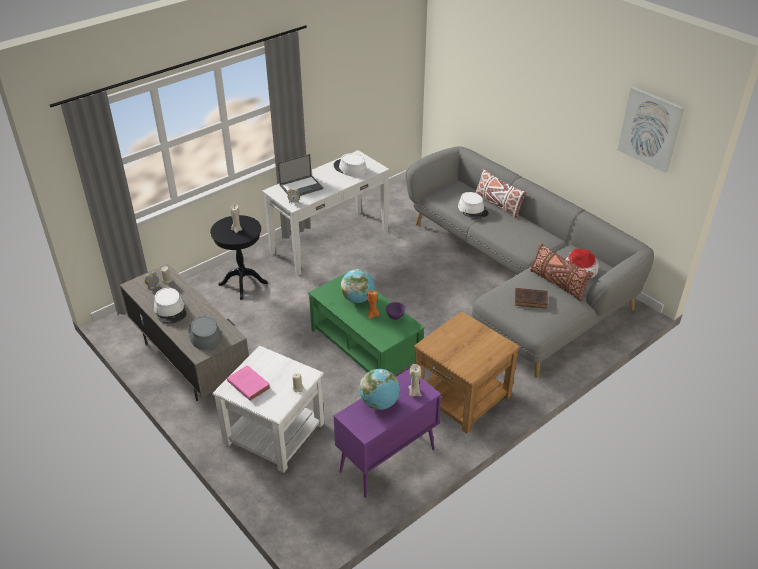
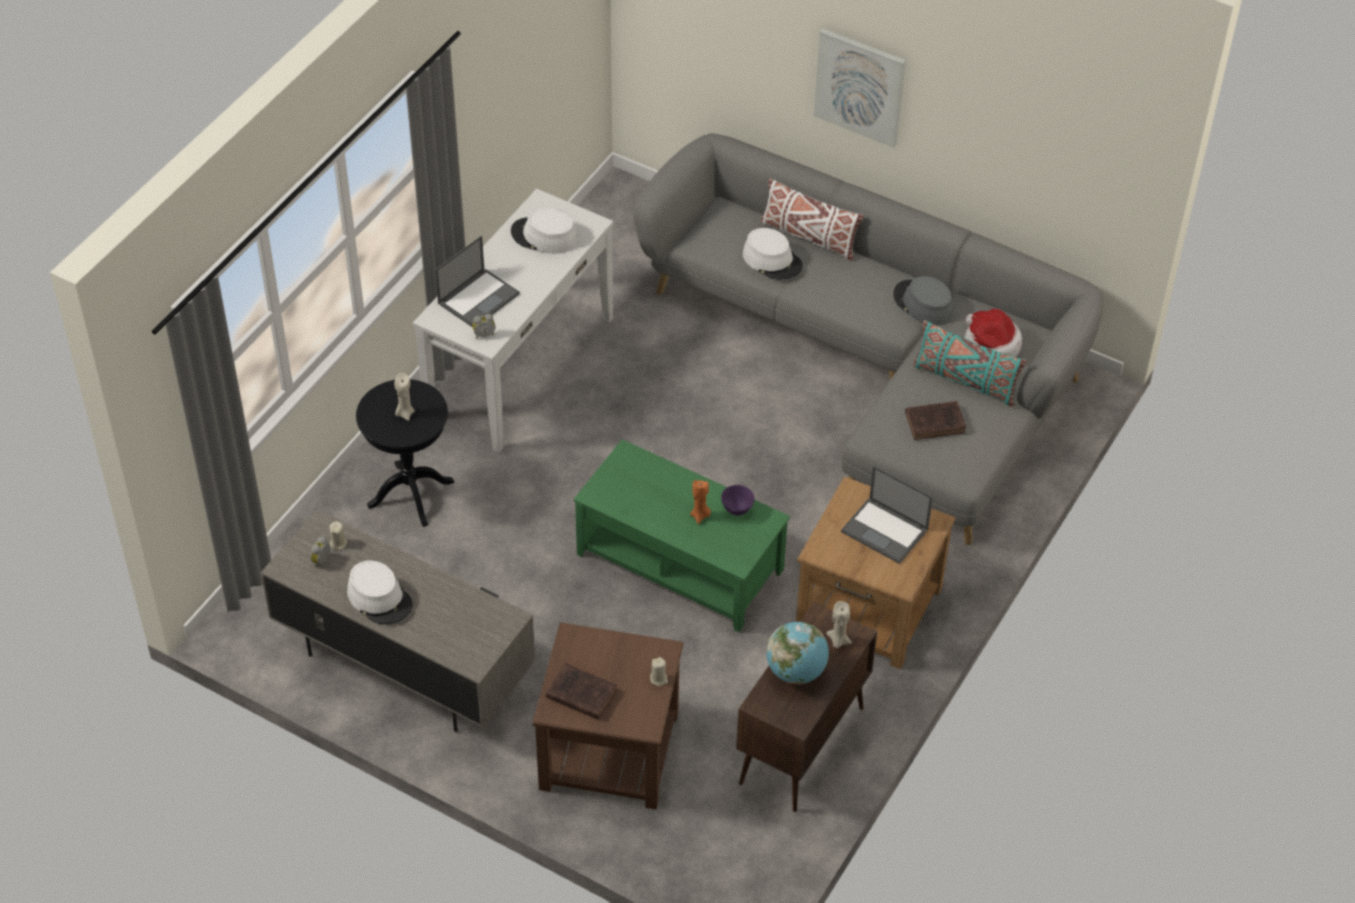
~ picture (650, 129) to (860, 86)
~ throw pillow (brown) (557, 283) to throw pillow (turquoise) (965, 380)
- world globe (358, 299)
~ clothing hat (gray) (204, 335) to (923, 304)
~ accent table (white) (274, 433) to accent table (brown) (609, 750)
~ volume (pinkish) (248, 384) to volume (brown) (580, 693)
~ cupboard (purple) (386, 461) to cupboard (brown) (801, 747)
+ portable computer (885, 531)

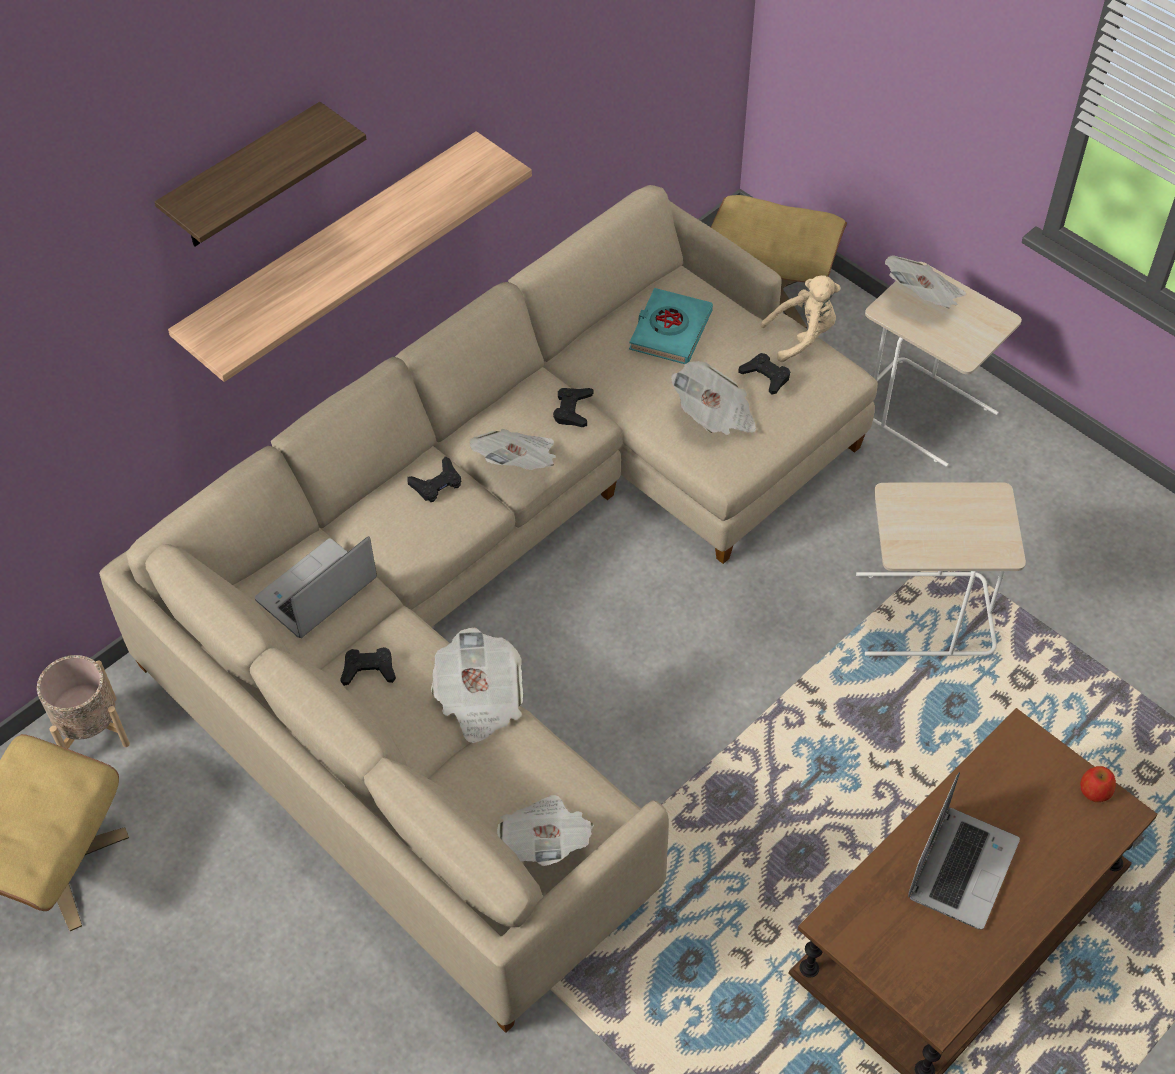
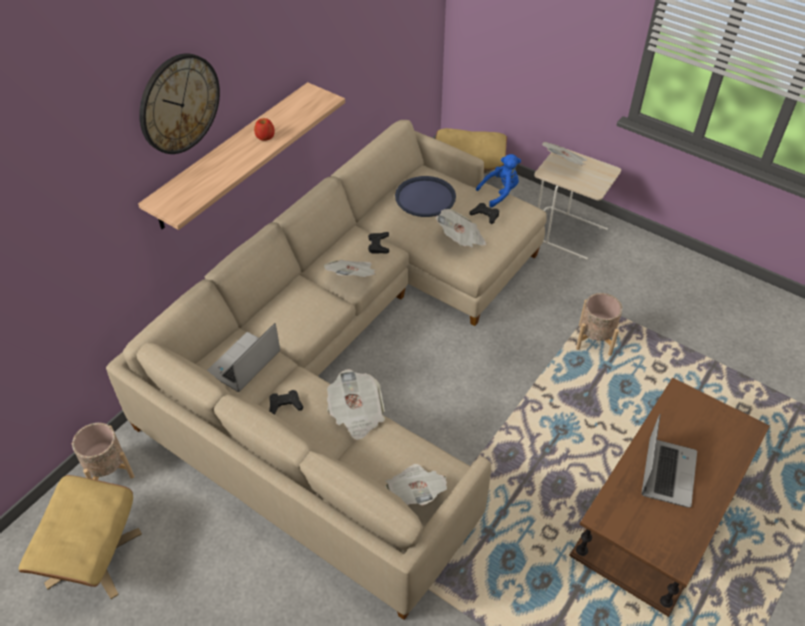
~ bracket shelf (245, 180) to clock on the wall (179, 103)
~ cuddly toy (sand-coloured) (802, 336) to cuddly toy (bluish) (500, 193)
~ volume (turquoise) (670, 331) to tray (bluish) (425, 197)
- gamepad (blackish) (437, 484)
~ accent table (sand-coloured) (923, 616) to planter (sand-coloured) (595, 340)
~ apple (1095, 790) to (265, 136)

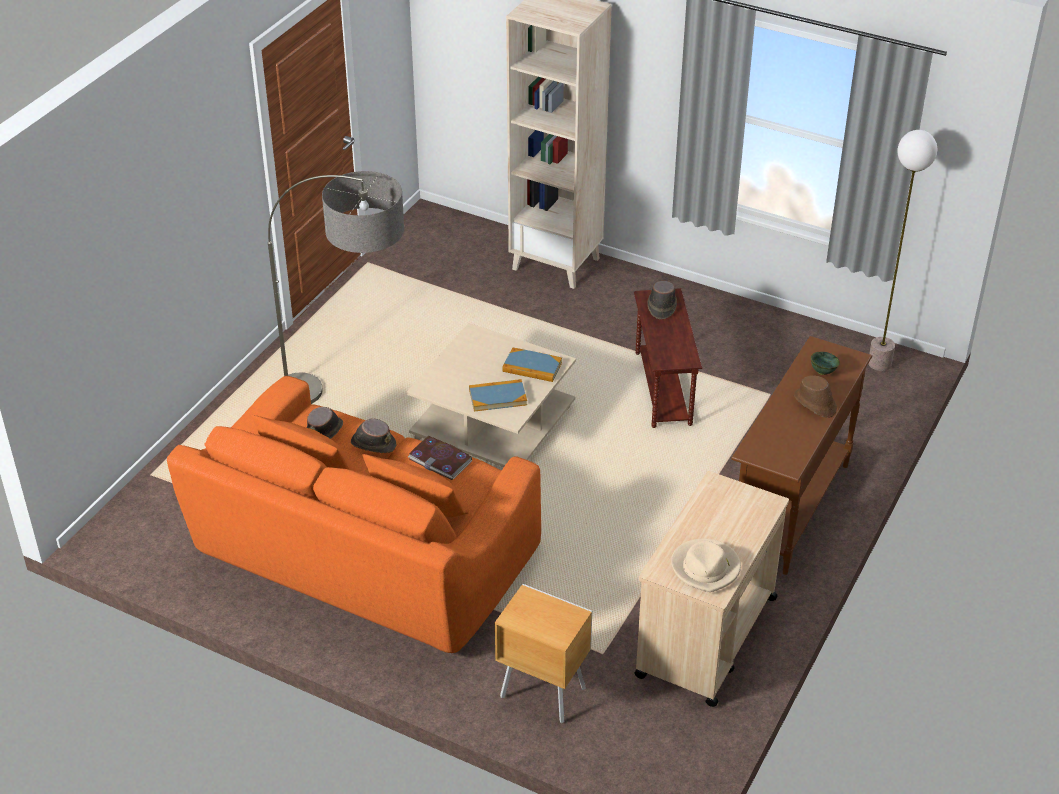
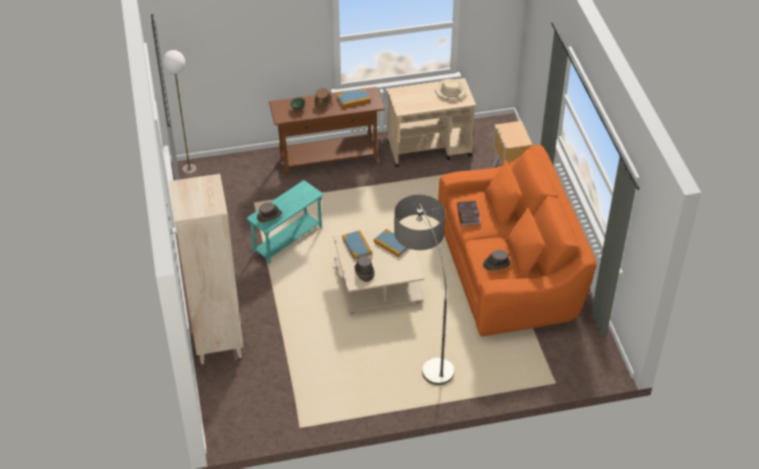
~ accent table (brown) (663, 389) to accent table (turquoise) (287, 239)
~ clothing hat (brown) (373, 443) to (364, 272)
+ volume (353, 99)

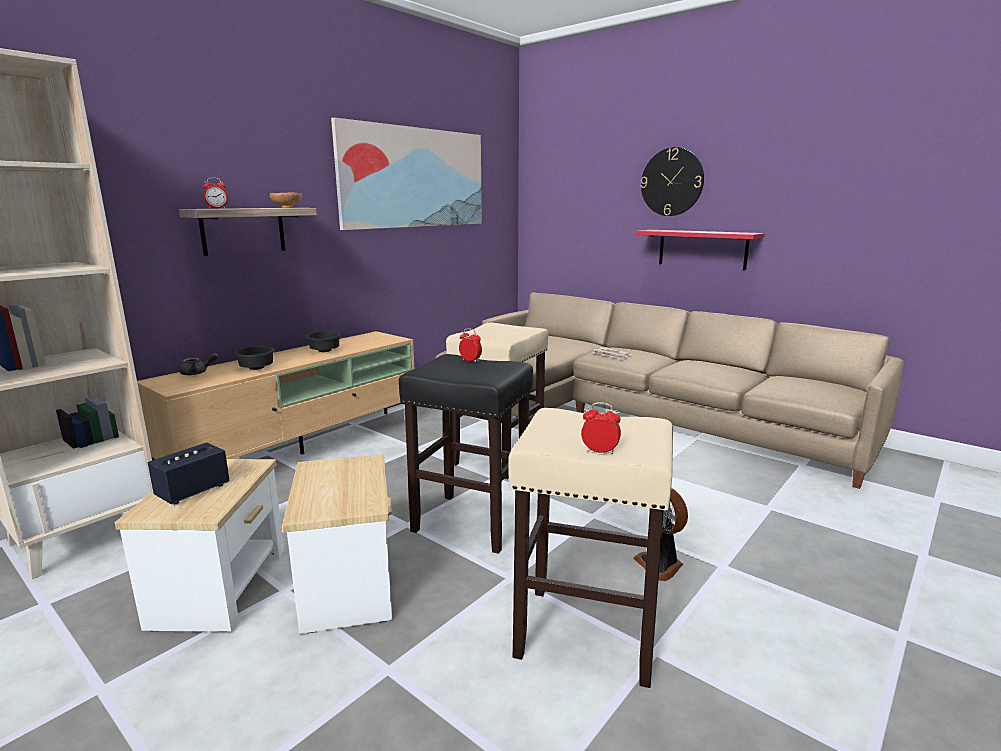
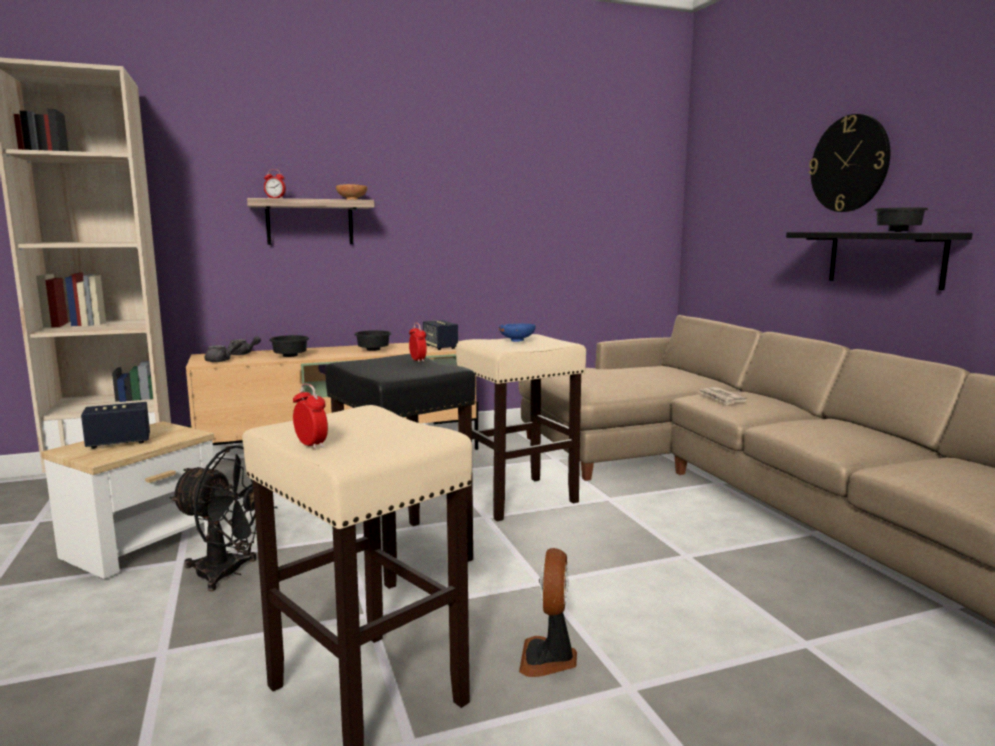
- picture (415, 178)
~ bracket shelf (reddish) (702, 249) to bracket shelf (blackish) (885, 258)
~ accent table (349, 585) to fan (blackish) (229, 573)
+ bowl (blackish) (898, 232)
+ speaker (440, 347)
+ bowl (bluish) (517, 340)
+ teapot (gray) (222, 360)

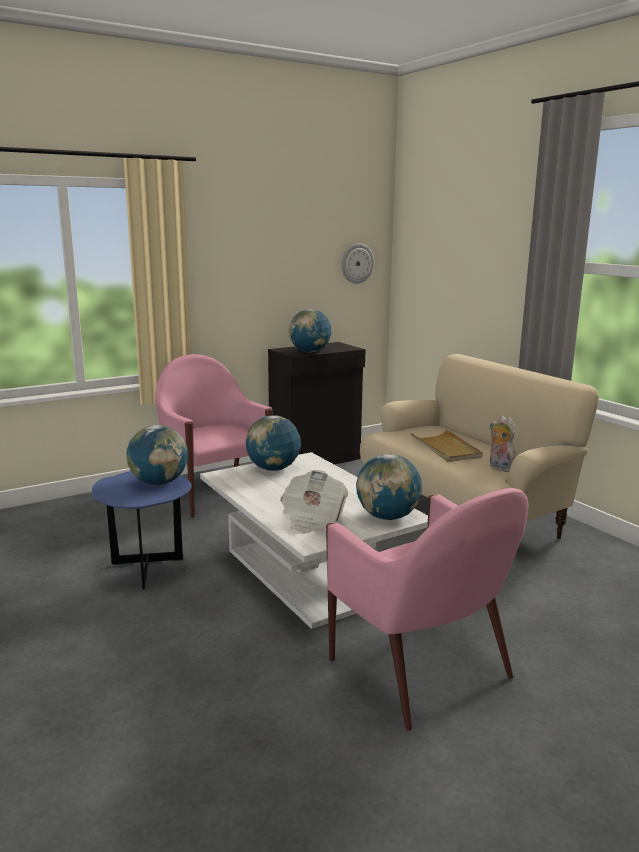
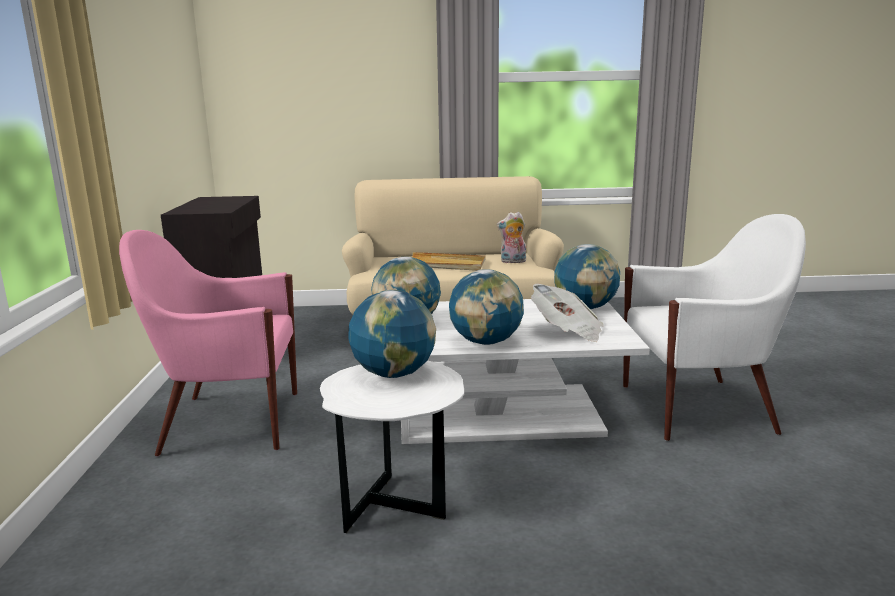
- clock on the wall (357, 263)
~ world globe (310, 352) to (486, 342)
~ accent table (bluish) (147, 572) to accent table (white) (398, 508)
~ armchair (pinkish) (421, 671) to armchair (white) (700, 409)

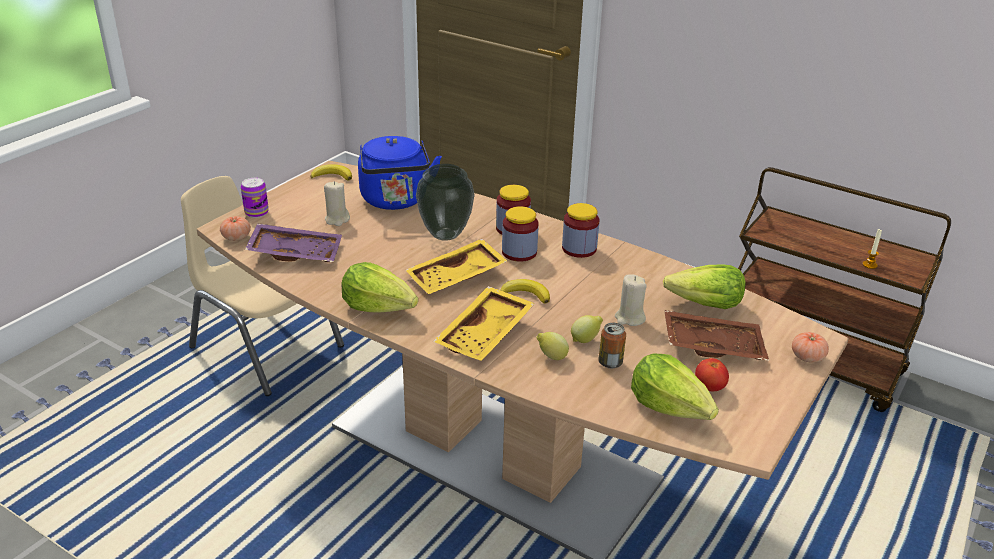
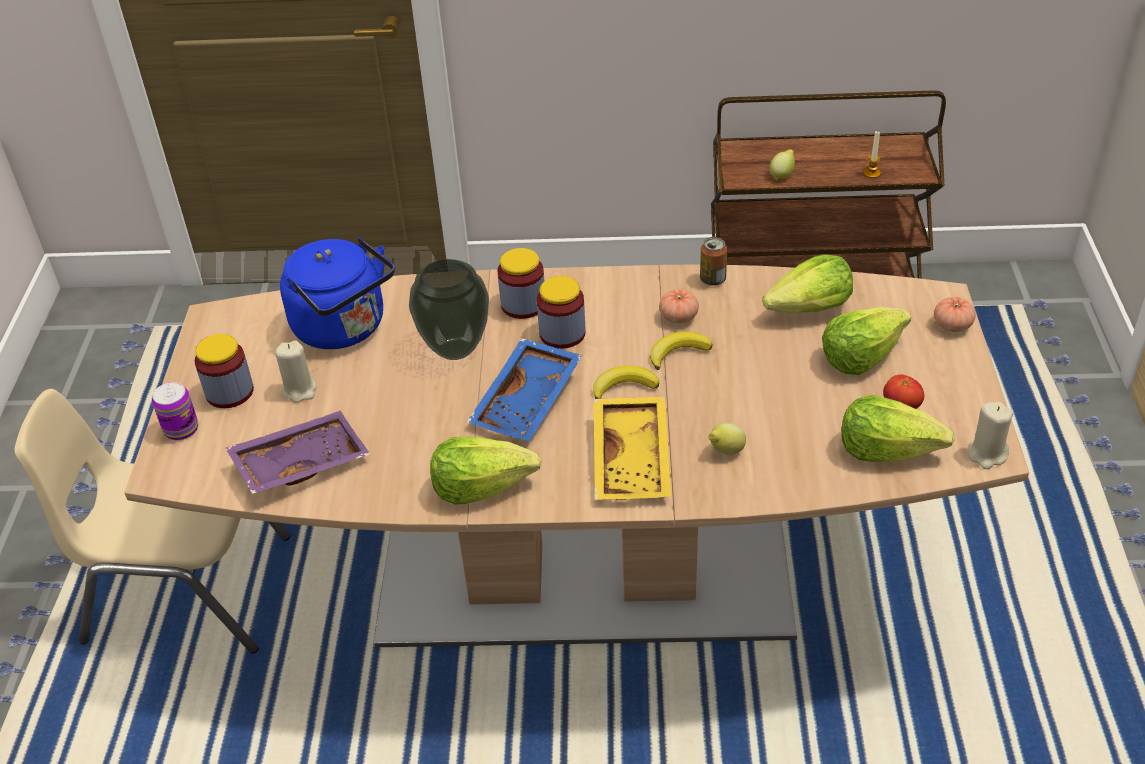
~ banana (332, 176) to (678, 352)
~ preserve jar (579, 249) to (230, 392)
~ whole tomato (236, 237) to (678, 317)
~ tray (yellow-coloured) (457, 278) to tray (bluish) (528, 402)
~ candle (sand-coloured) (629, 318) to (987, 454)
~ tray (brown) (712, 345) to lettuce (860, 355)
~ lemon (585, 340) to (782, 175)
~ sealed can (610, 363) to (712, 279)

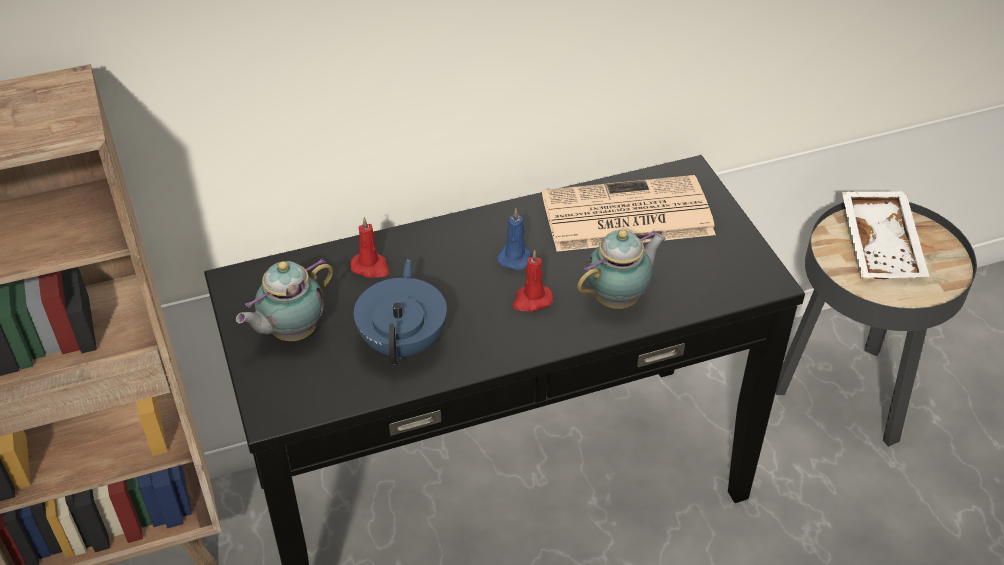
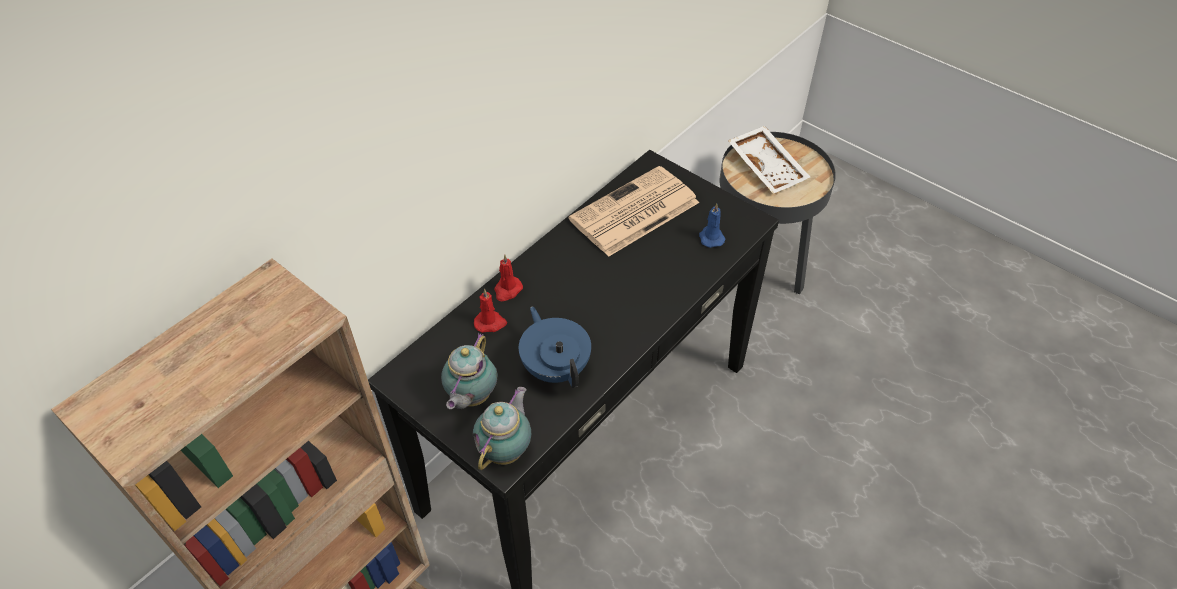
~ candle (bluish) (515, 257) to (710, 237)
~ teapot (619, 299) to (506, 449)
~ candle (reddish) (531, 300) to (507, 290)

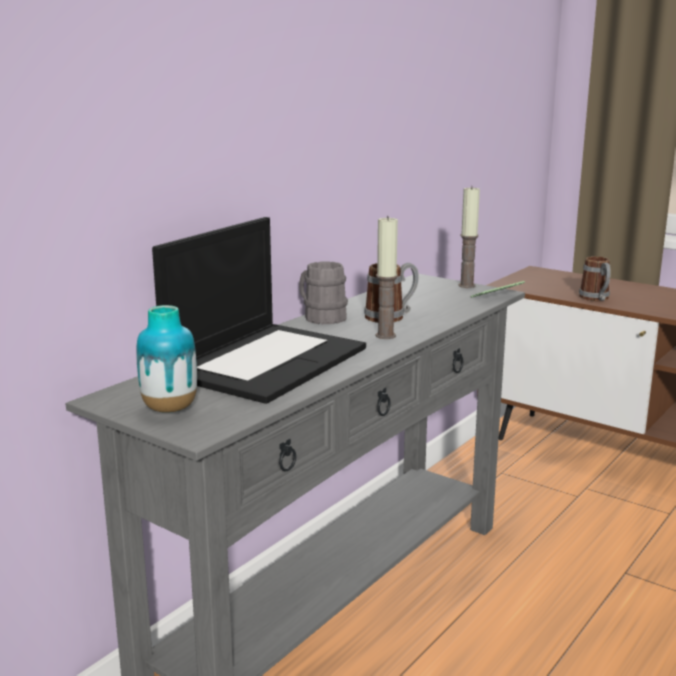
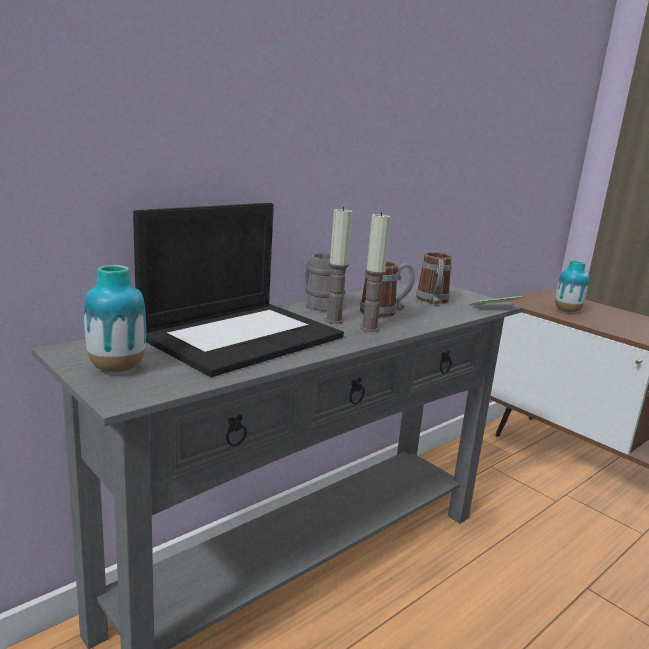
~ candle (467, 286) to (334, 320)
~ tea mug (596, 299) to (433, 301)
+ vase (567, 311)

